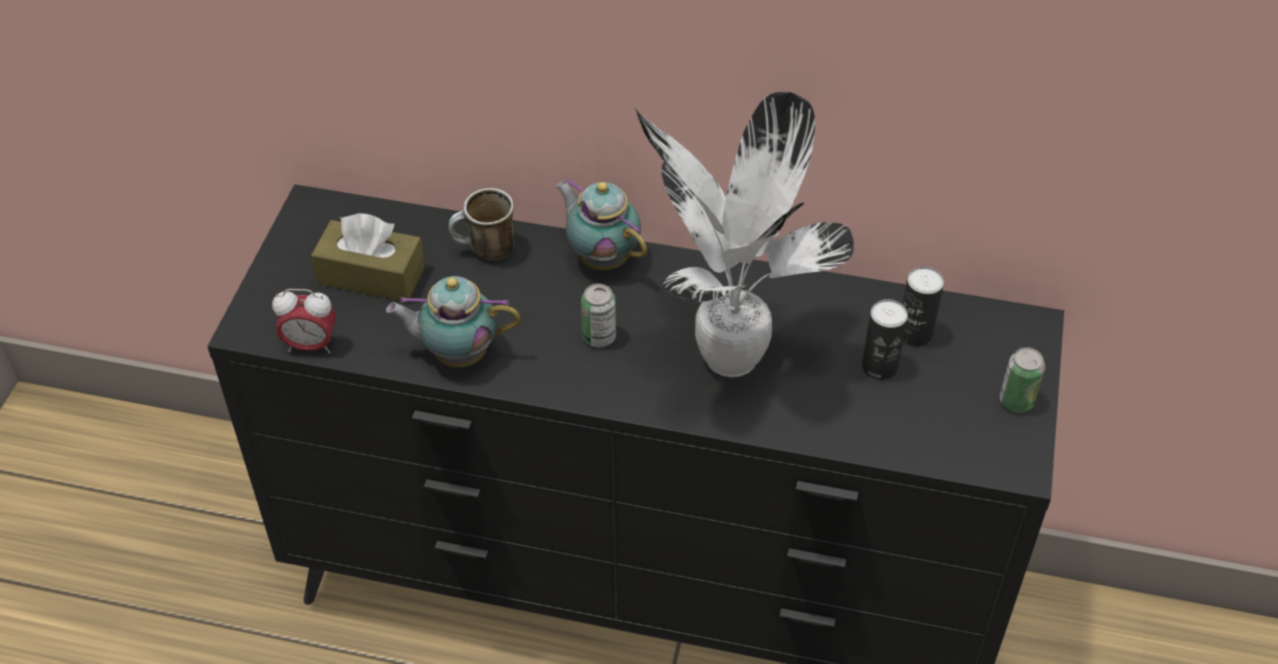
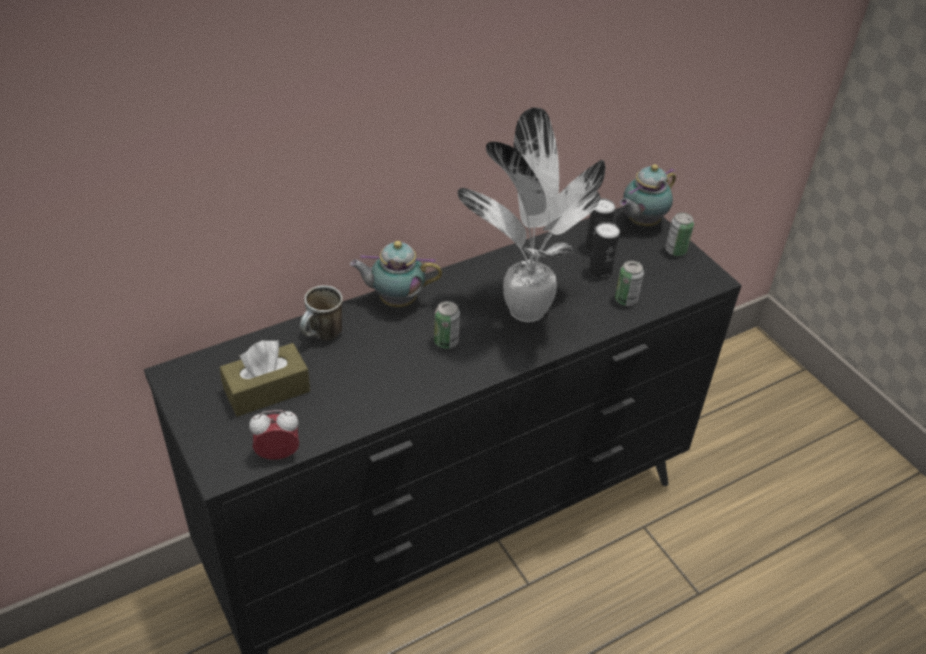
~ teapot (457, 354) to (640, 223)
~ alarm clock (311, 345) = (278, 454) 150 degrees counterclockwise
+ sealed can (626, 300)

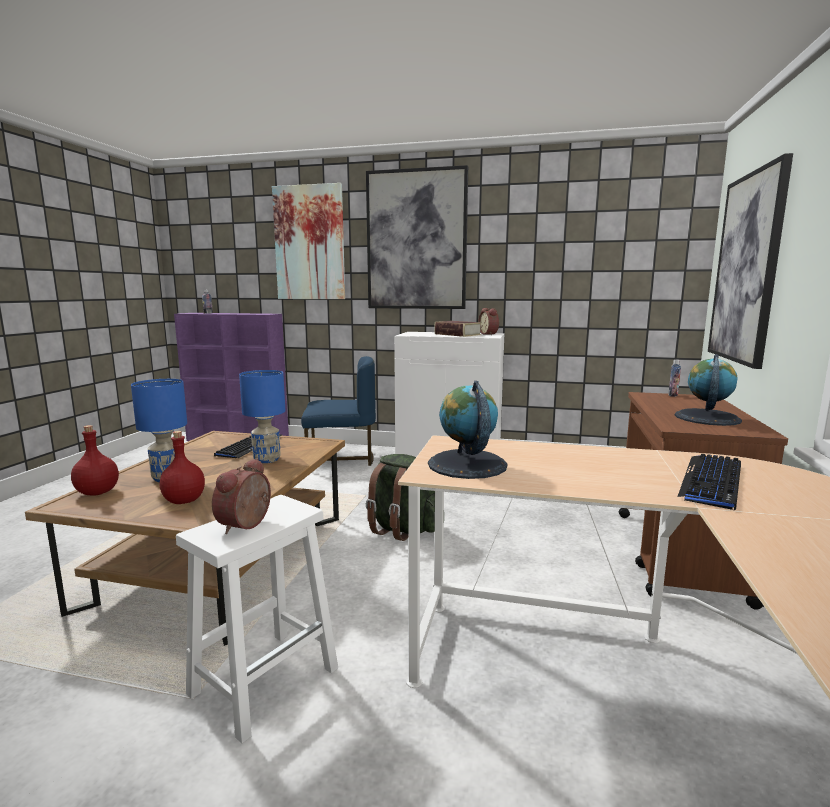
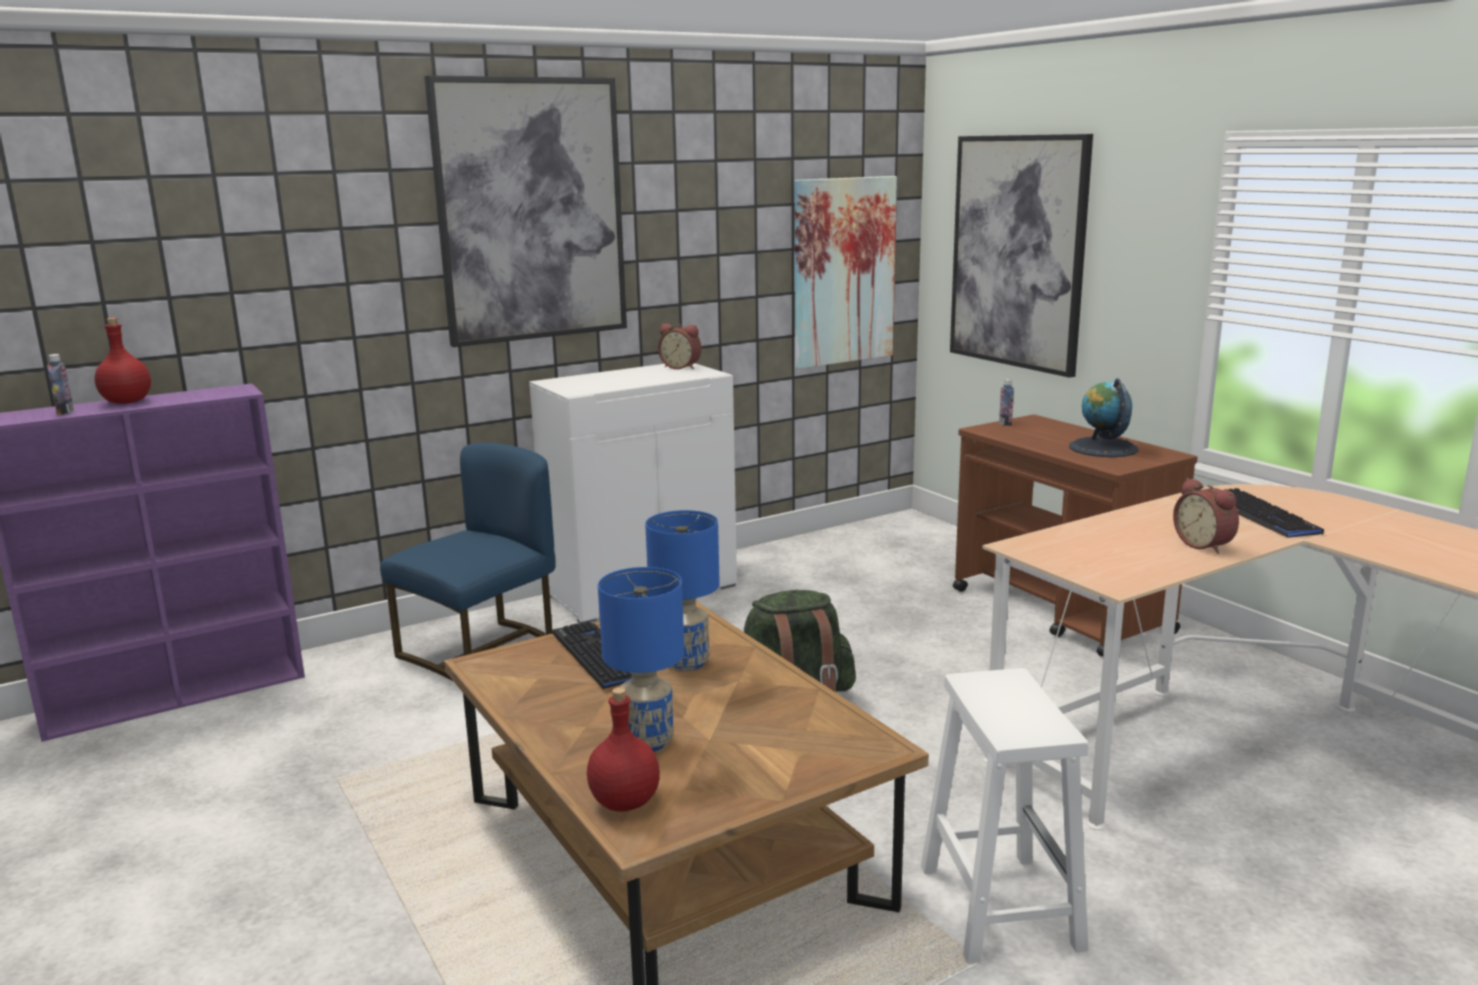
~ picture (309, 243) to (843, 271)
- volume (457, 334)
- world globe (467, 464)
~ beverage bottle (reddish) (184, 501) to (127, 402)
~ alarm clock (247, 525) to (1205, 545)

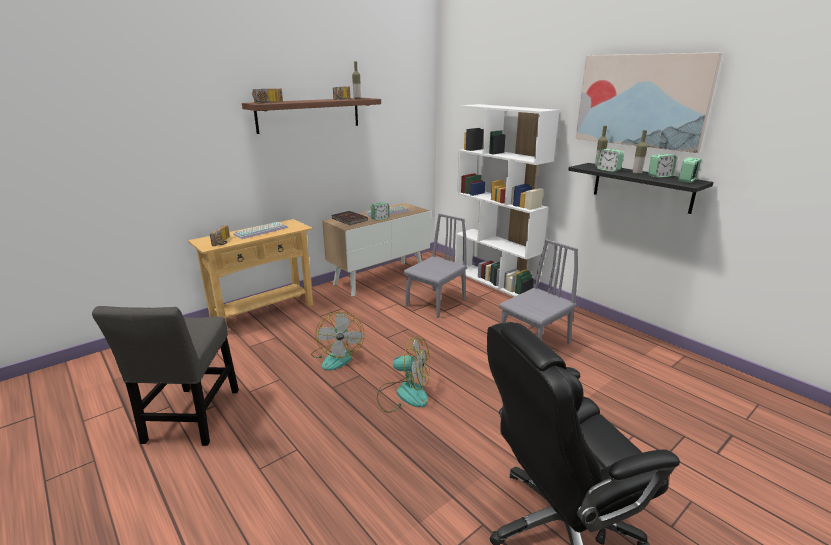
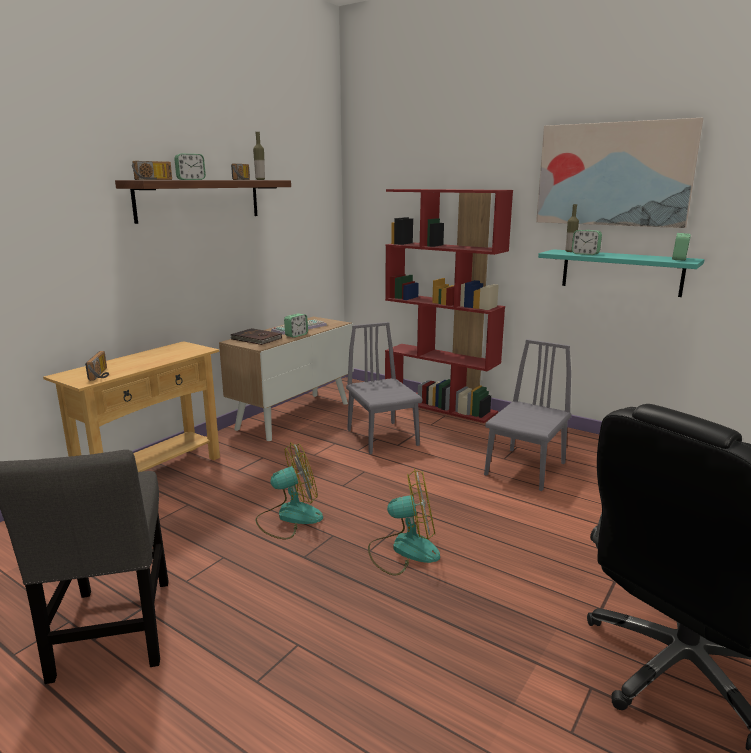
~ shelving unit (white) (495, 281) to shelving unit (reddish) (440, 405)
- beverage bottle (637, 174)
~ alarm clock (660, 176) to (191, 179)
~ bracket shelf (blackish) (642, 187) to bracket shelf (turquoise) (621, 272)
~ upright chair (gray) (435, 303) = (382, 437) 45 degrees counterclockwise
- computer keyboard (261, 231)
~ fan (337, 356) = (289, 517) 90 degrees counterclockwise

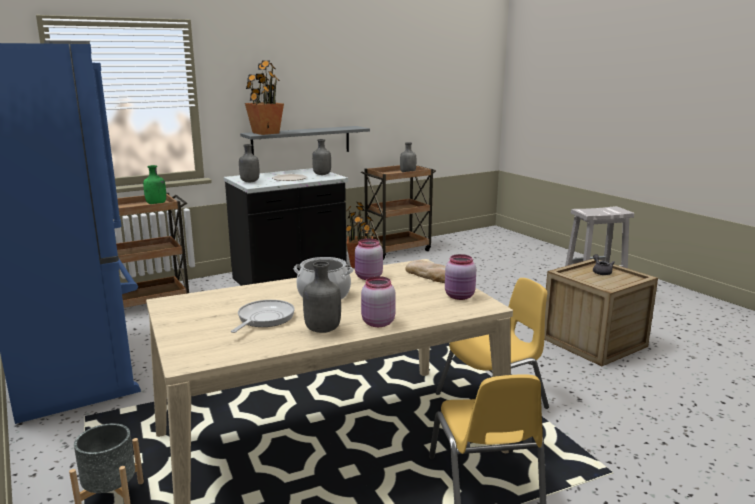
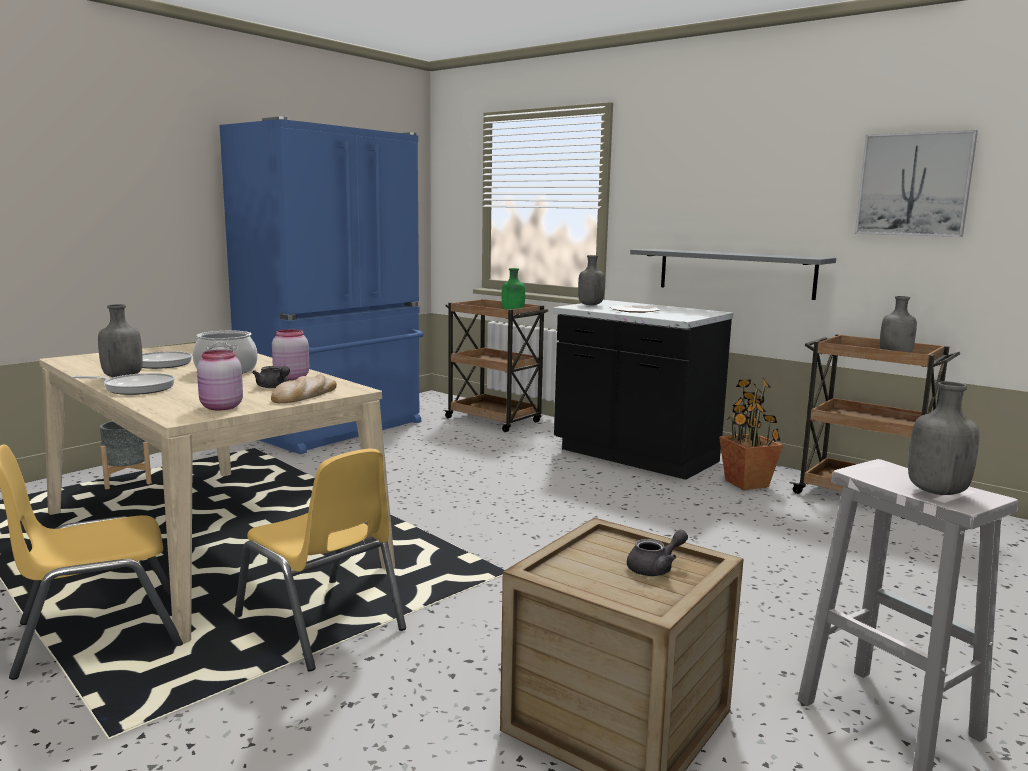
- potted plant (265, 133)
~ beverage bottle (gray) (321, 174) to (935, 491)
~ preserve jar (pinkish) (377, 323) to skillet (135, 388)
+ picture (914, 184)
+ teapot (gray) (274, 387)

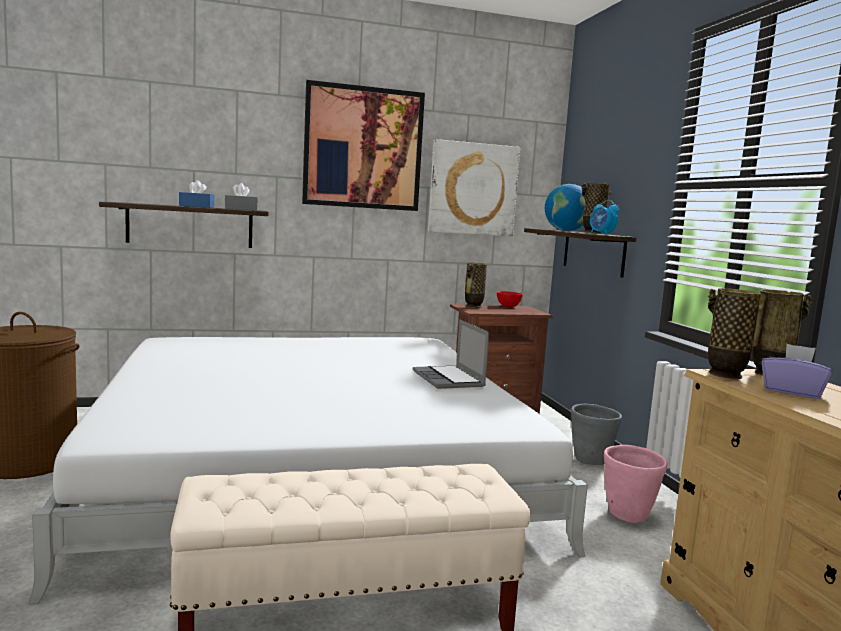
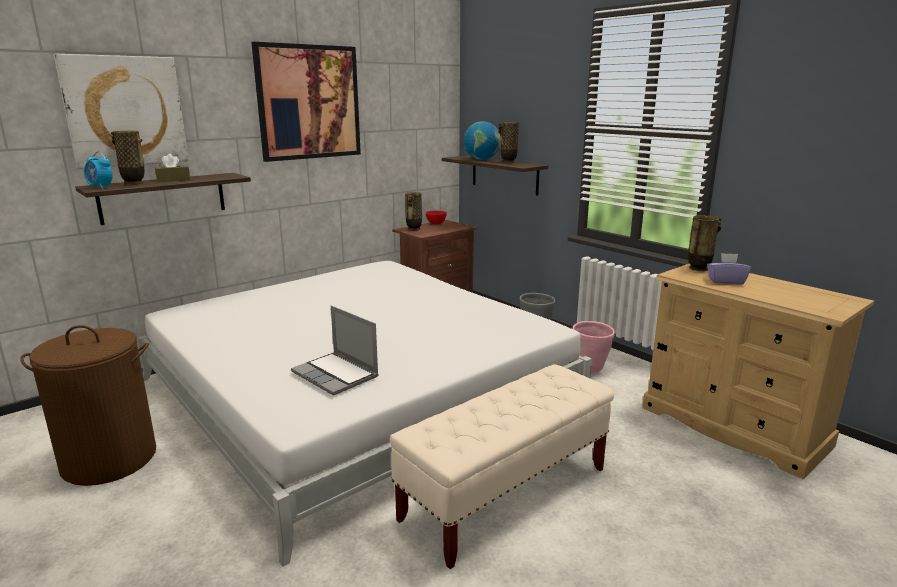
~ picture (473, 189) to (125, 111)
~ box of tissues (bluish) (196, 206) to box of tissues (brown) (173, 180)
- box of tissues (gray) (241, 209)
~ alarm clock (602, 234) to (101, 187)
~ vase (725, 375) to (133, 183)
~ portable computer (449, 379) to (336, 375)

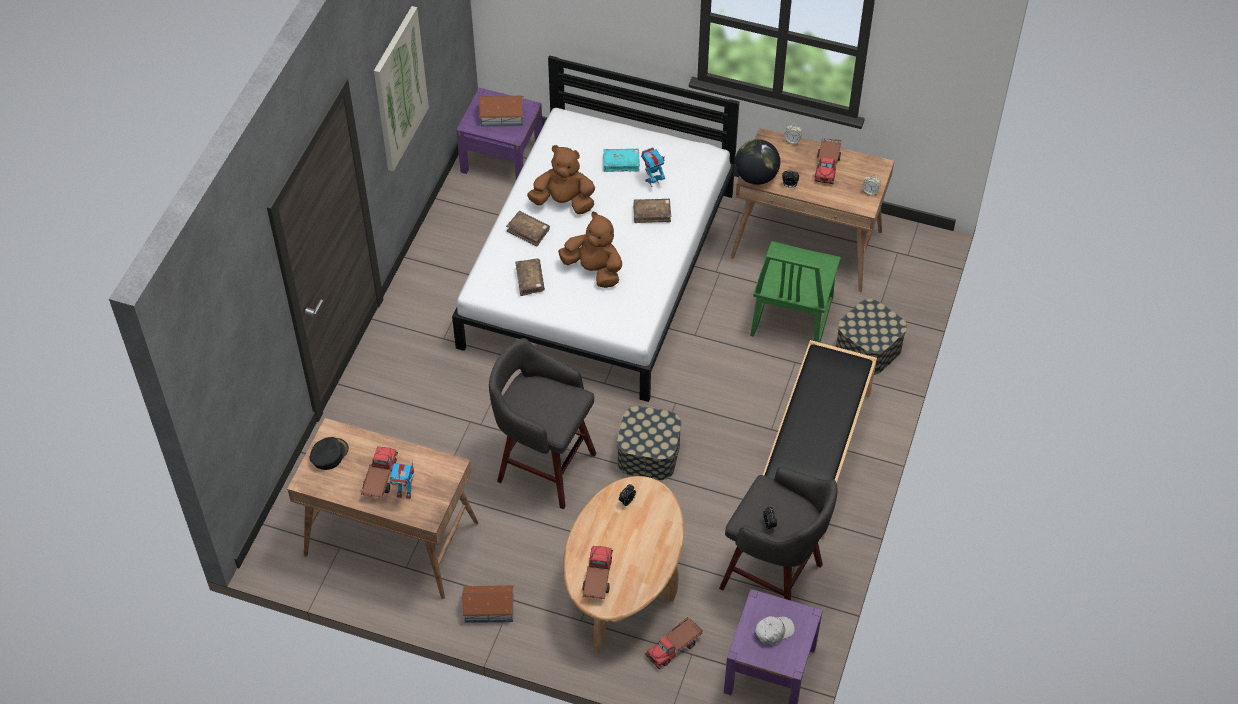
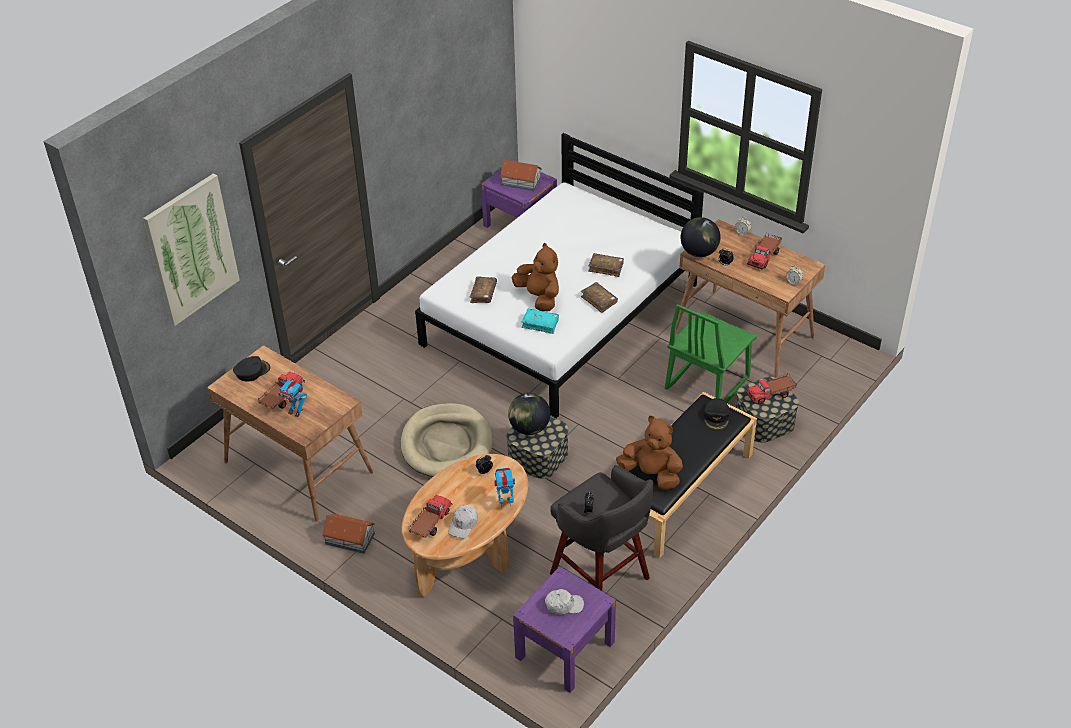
~ picture (399, 89) to (191, 249)
~ cuddly toy (brown) (564, 202) to (651, 474)
~ toy robot (652, 181) to (505, 502)
~ volume (turquoise) (621, 163) to (540, 324)
~ volume (brown) (528, 231) to (599, 300)
~ stool (gray) (543, 466) to dog bed (sand-coloured) (447, 444)
~ model truck (674, 647) to (771, 394)
+ world globe (529, 428)
+ peaked cap (blackish) (716, 417)
+ peaked cap (white) (463, 524)

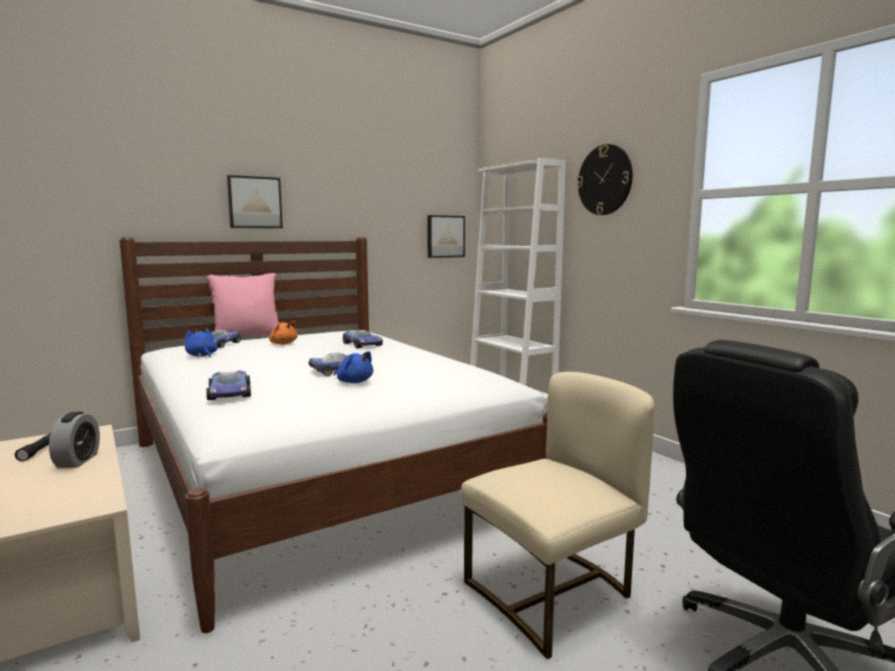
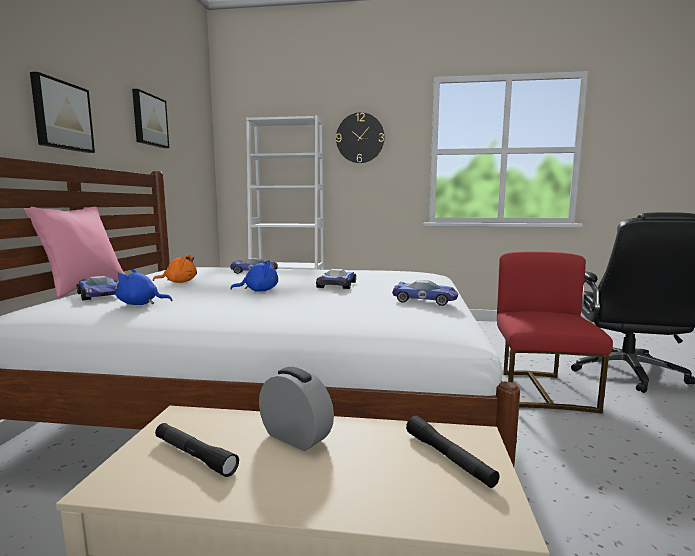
~ picture (445, 236) to (149, 120)
~ cuddly toy (bluish) (354, 382) to (259, 291)
~ toy car (229, 393) to (426, 300)
~ upright chair (sand-coloured) (553, 595) to upright chair (reddish) (541, 390)
+ torch (blackish) (448, 458)

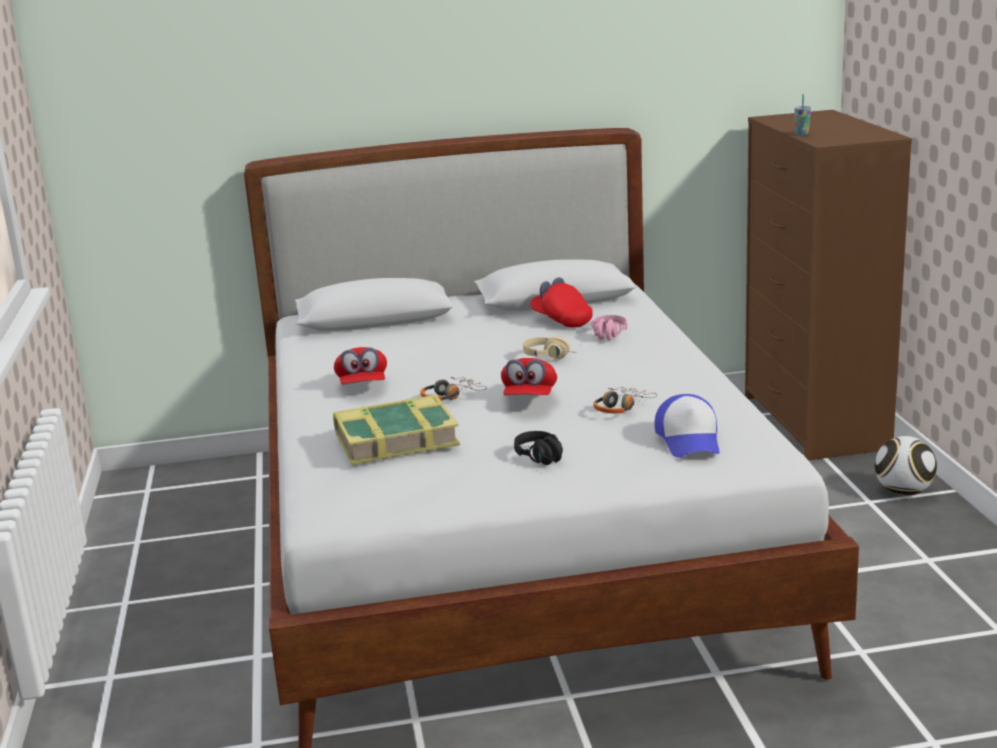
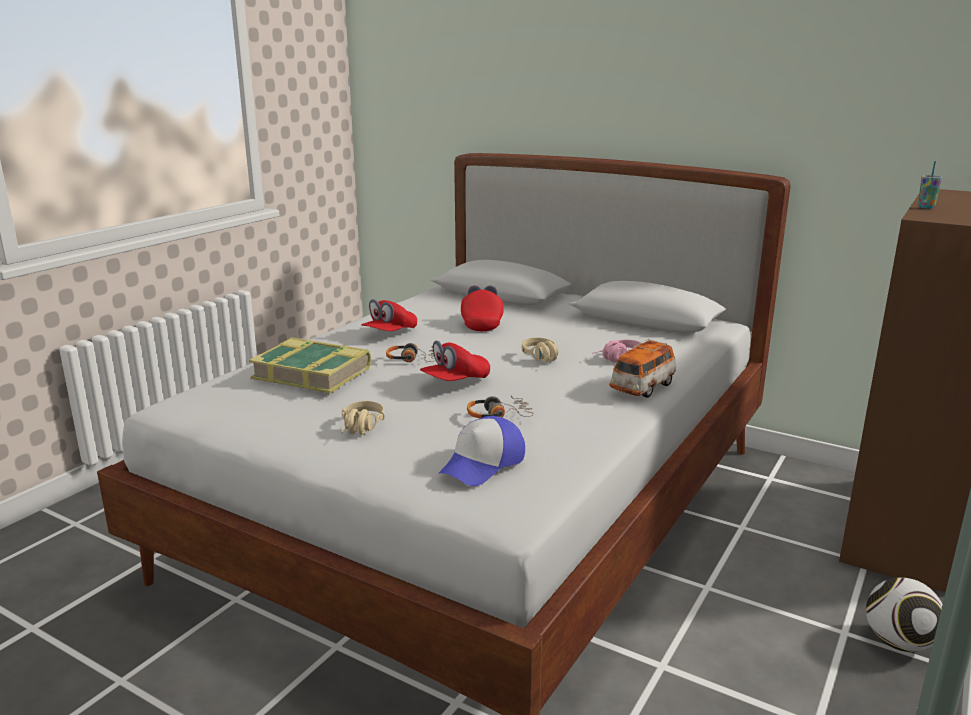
~ peaked cap (reddish) (561, 320) to (482, 323)
~ pair of headphones (blackish) (544, 459) to pair of headphones (sand-coloured) (360, 429)
+ toy car (642, 388)

